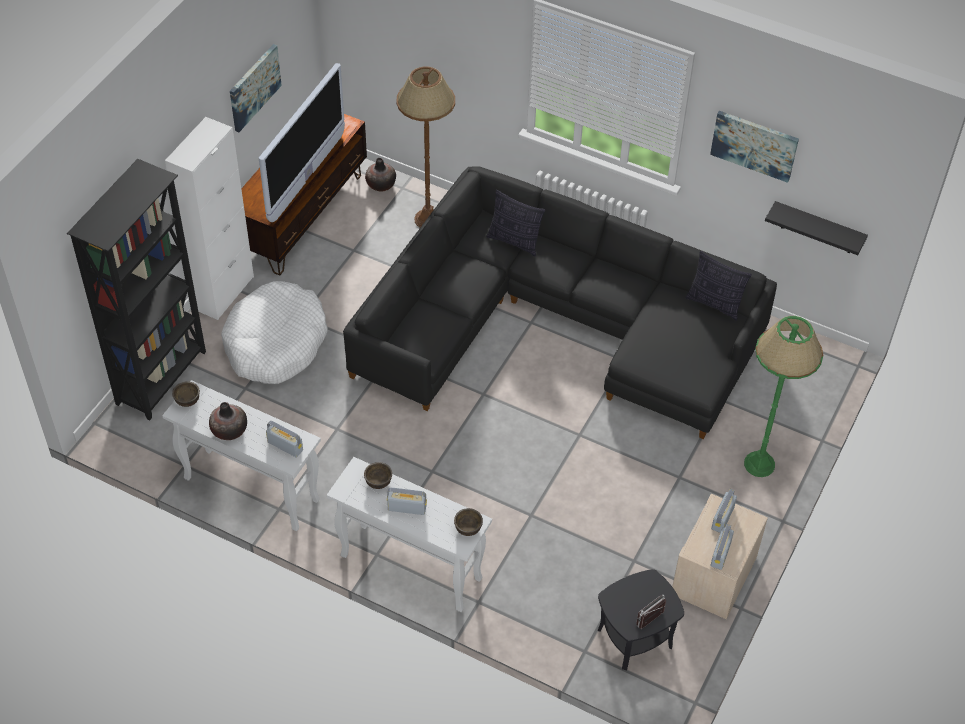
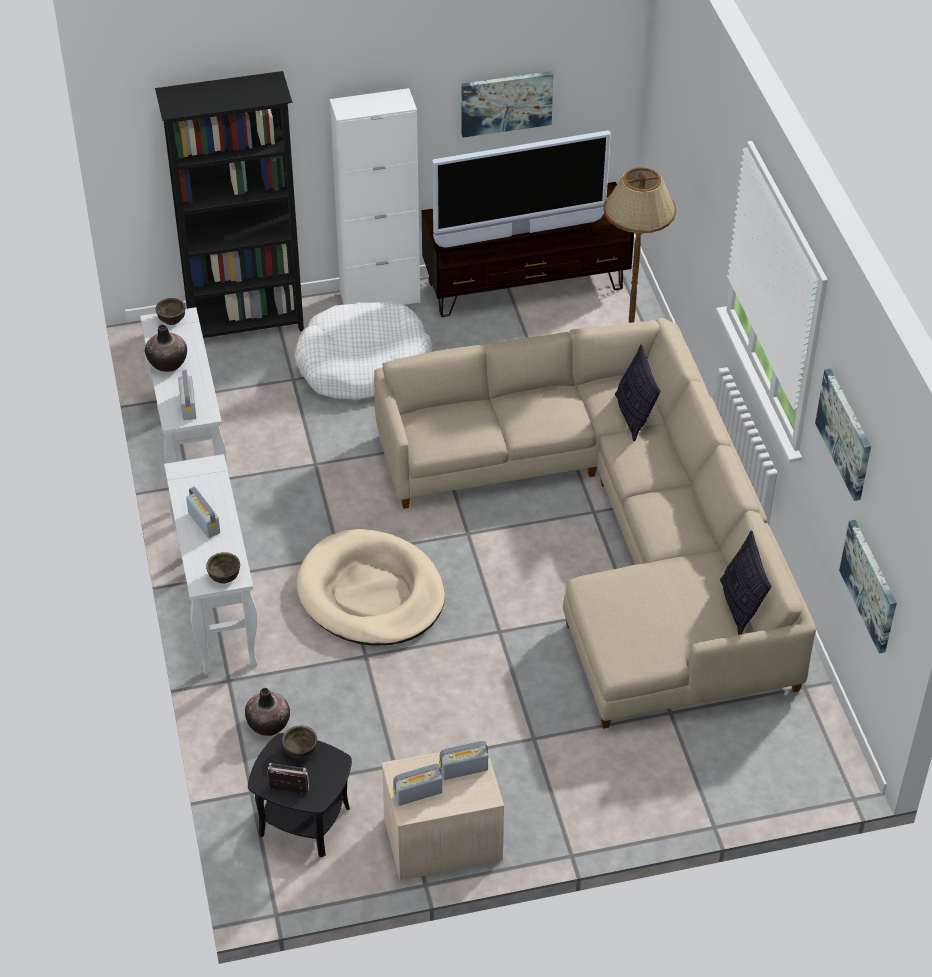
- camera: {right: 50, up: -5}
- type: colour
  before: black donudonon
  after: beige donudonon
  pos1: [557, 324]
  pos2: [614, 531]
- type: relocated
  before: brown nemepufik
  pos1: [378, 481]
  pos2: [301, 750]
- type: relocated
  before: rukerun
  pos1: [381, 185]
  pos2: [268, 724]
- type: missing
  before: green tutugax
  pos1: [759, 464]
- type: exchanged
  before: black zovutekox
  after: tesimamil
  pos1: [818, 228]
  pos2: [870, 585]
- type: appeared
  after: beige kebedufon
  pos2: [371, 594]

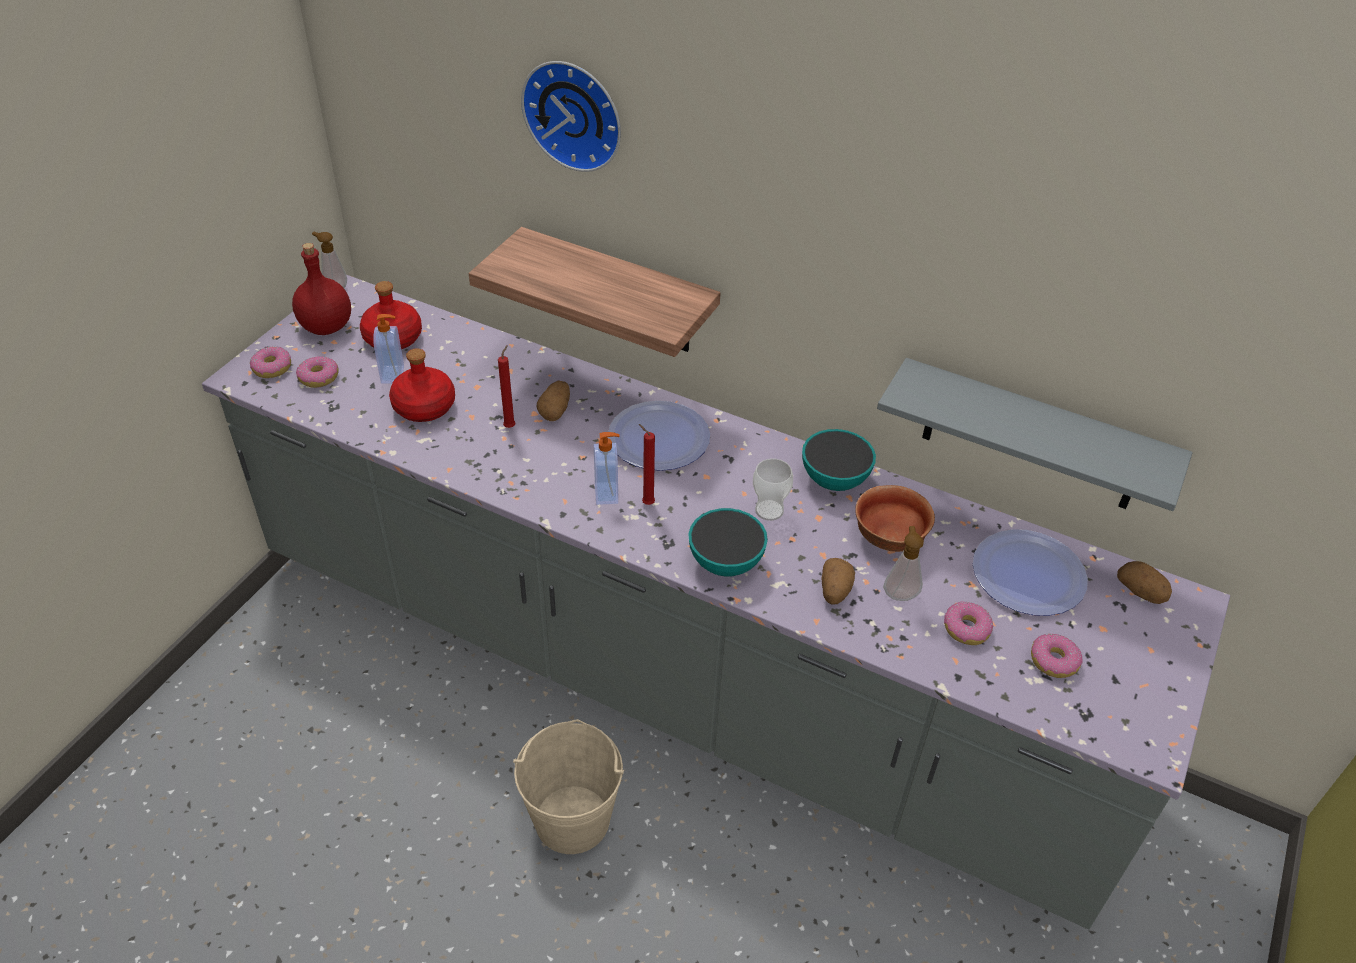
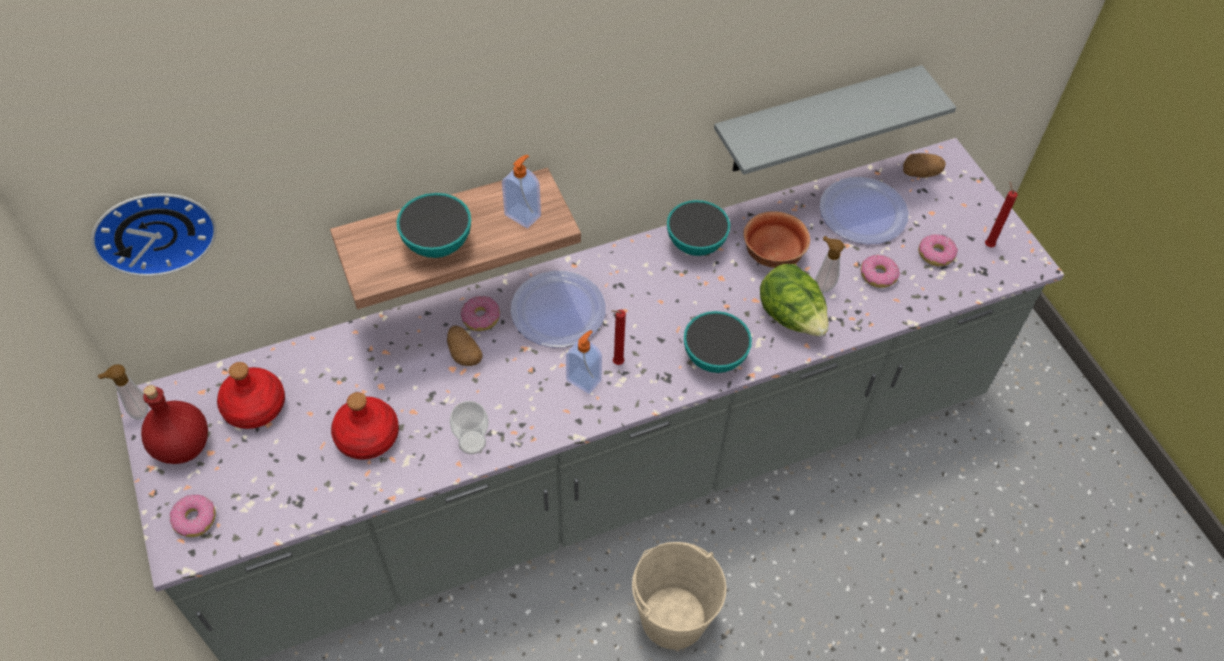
- camera: {right: -50, up: 10}
- type: relocated
  before: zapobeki
  pos1: [319, 377]
  pos2: [480, 317]
- type: relocated
  before: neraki
  pos1: [394, 374]
  pos2: [523, 215]
- type: relocated
  before: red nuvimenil
  pos1: [511, 426]
  pos2: [988, 244]
- type: relocated
  before: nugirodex
  pos1: [575, 113]
  pos2: [153, 228]
- type: relocated
  before: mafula
  pos1: [769, 510]
  pos2: [472, 442]
- type: exchanged
  before: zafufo
  after: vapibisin
  pos1: [834, 591]
  pos2: [791, 317]
- type: appeared
  after: nemepufik
  pos2: [437, 244]

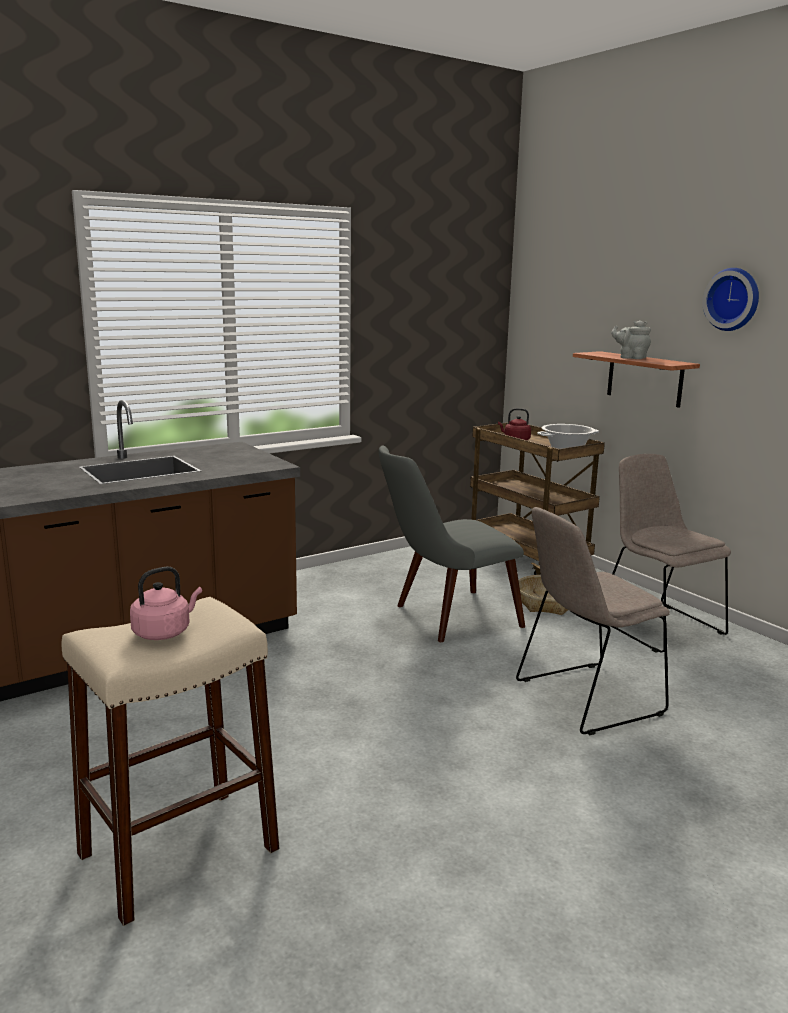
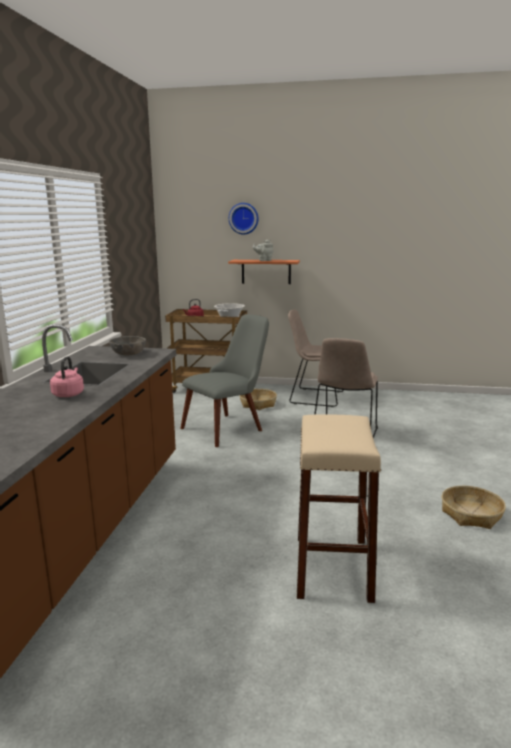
- camera: {right: -45, up: 0}
- type: relocated
  before: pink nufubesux
  pos1: [164, 632]
  pos2: [69, 394]
- type: spun
  before: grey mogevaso
  pos1: [444, 618]
  pos2: [229, 427]
  turn: -150
- type: relocated
  before: nugirodex
  pos1: [733, 299]
  pos2: [244, 218]
- type: appeared
  after: grey nemepufik
  pos2: [128, 354]
- type: appeared
  after: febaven
  pos2: [471, 514]

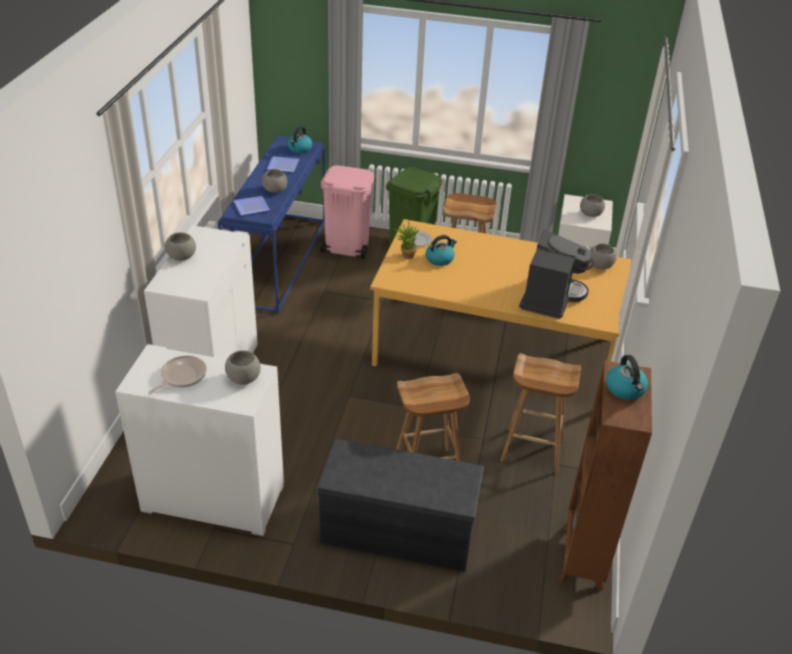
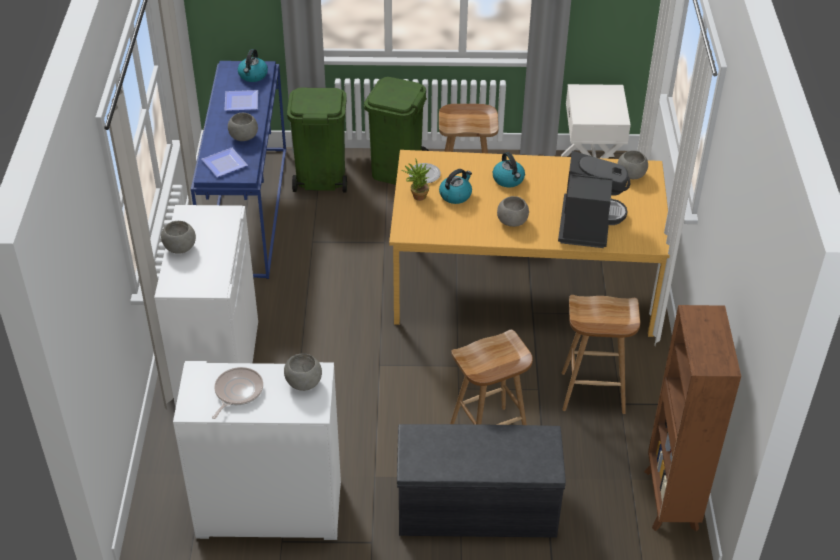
- camera: {right: -10, up: 5}
- type: colour
  before: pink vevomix
  after: green vevomix
  pos1: [346, 246]
  pos2: [320, 179]
- type: relocated
  before: grey nemepufik
  pos1: [590, 214]
  pos2: [512, 221]
- type: relocated
  before: nufubesux
  pos1: [625, 389]
  pos2: [508, 180]

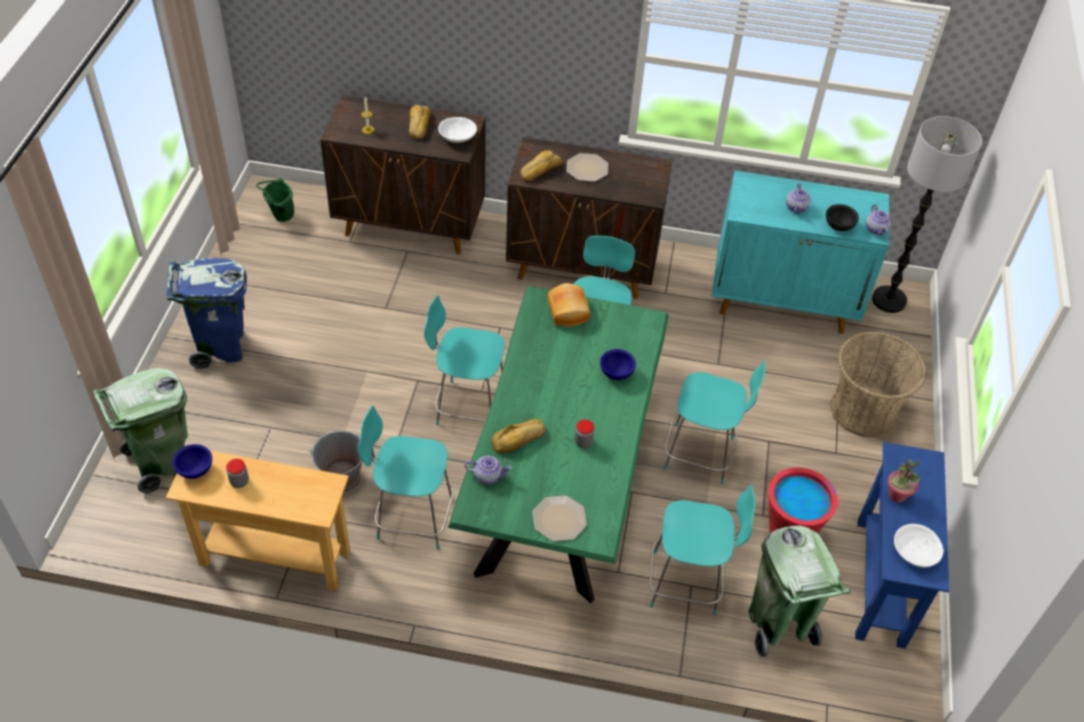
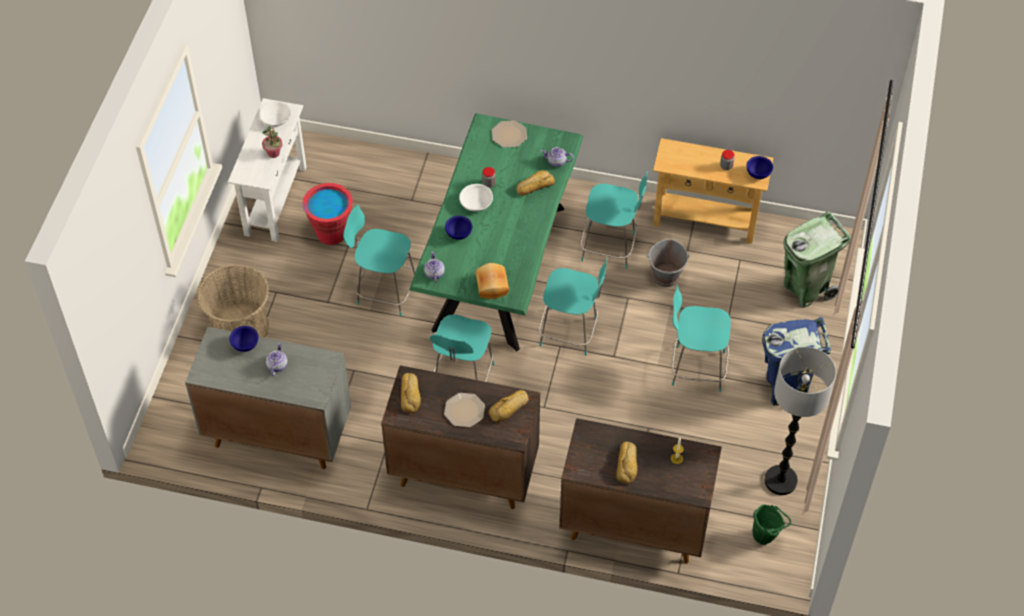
- camera: {right: -175, up: 5}
- type: relocated
  before: white nemepufik
  pos1: [457, 137]
  pos2: [476, 203]
- type: relocated
  before: turquoise mogevaso
  pos1: [687, 583]
  pos2: [695, 368]
- type: colour
  before: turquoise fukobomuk
  after: grey fukobomuk
  pos1: [784, 302]
  pos2: [277, 433]
- type: missing
  before: green vevomix
  pos1: [778, 625]
- type: colour
  before: black nemepufik
  after: blue nemepufik
  pos1: [838, 226]
  pos2: [245, 345]
- type: colour
  before: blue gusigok
  after: white gusigok
  pos1: [880, 581]
  pos2: [275, 200]
- type: relocated
  before: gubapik
  pos1: [876, 229]
  pos2: [434, 273]
- type: relocated
  before: tutugax
  pos1: [889, 300]
  pos2: [780, 480]
- type: appeared
  after: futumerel
  pos2: [411, 394]

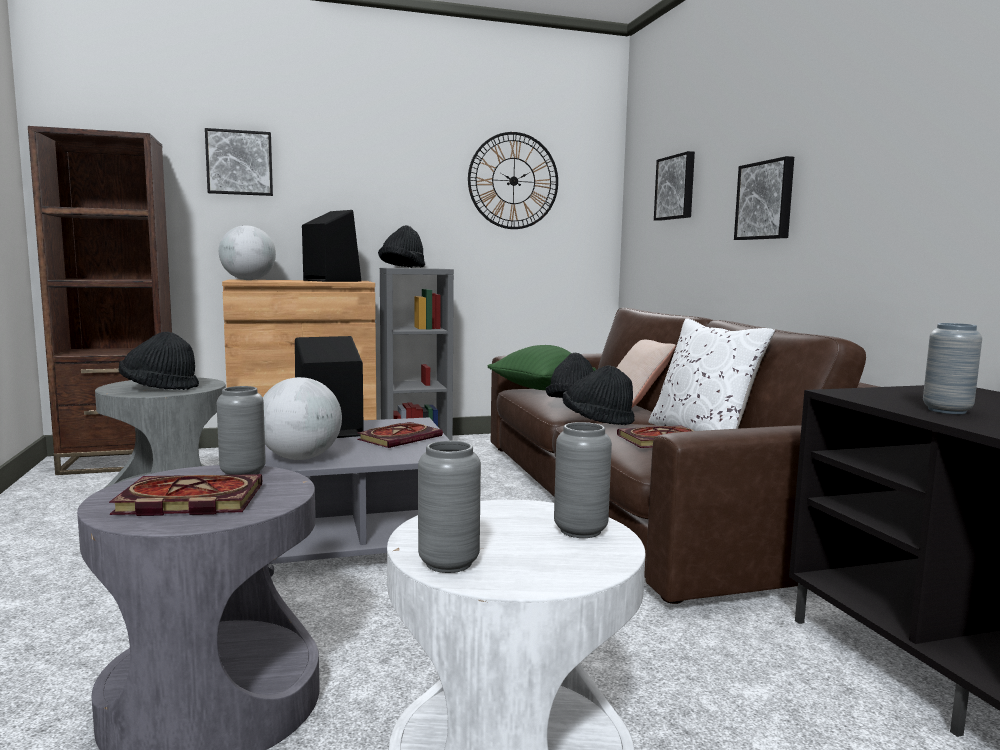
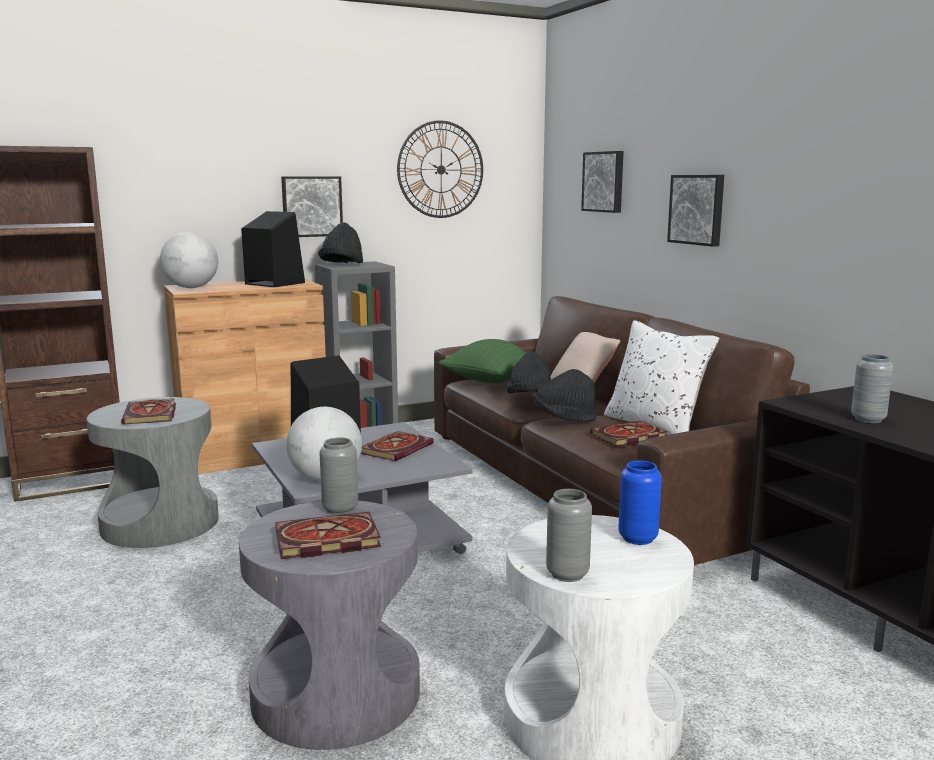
- camera: {right: -10, up: 5}
- type: exchanged
  before: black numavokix
  after: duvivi
  pos1: [159, 388]
  pos2: [151, 415]
- type: relocated
  before: tesimamil
  pos1: [239, 163]
  pos2: [311, 206]
- type: colour
  before: grey rukerun
  after: blue rukerun
  pos1: [580, 530]
  pos2: [637, 538]

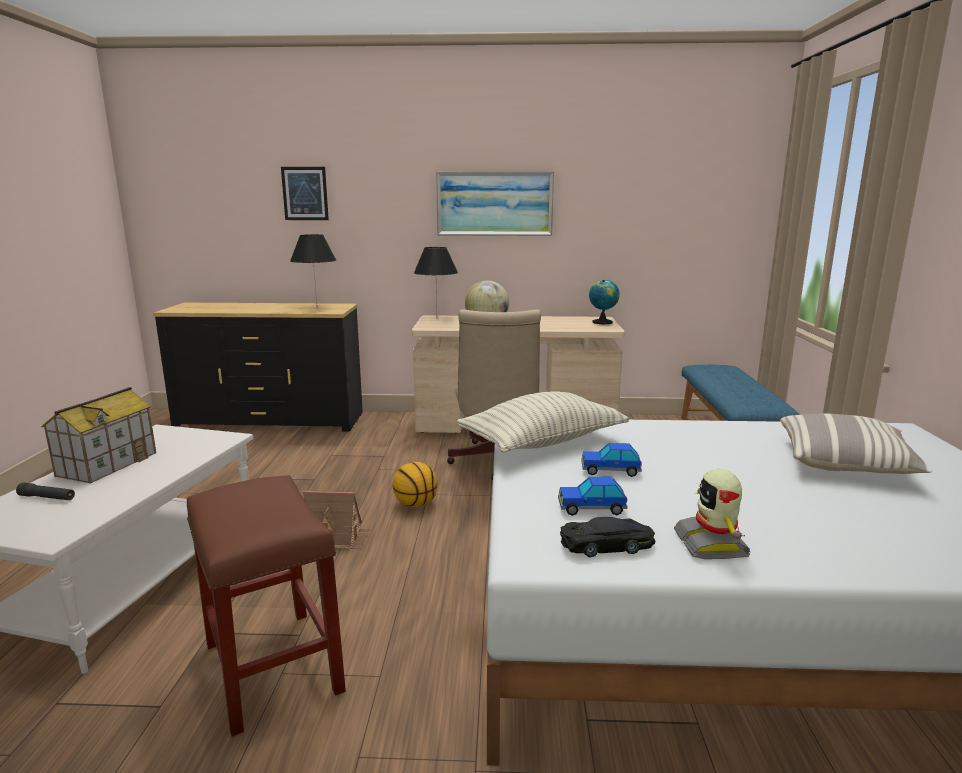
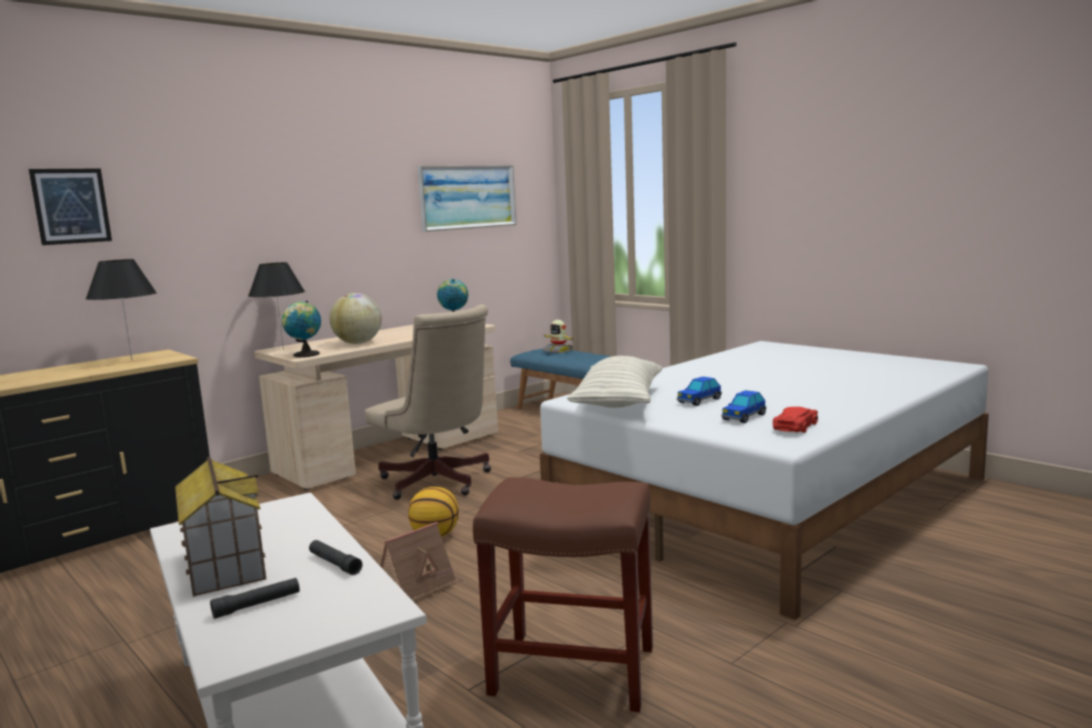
- camera: {right: -45, up: -5}
- type: relocated
  before: tesimamil
  pos1: [494, 203]
  pos2: [468, 197]
- type: colour
  before: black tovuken
  after: red tovuken
  pos1: [607, 544]
  pos2: [796, 426]
- type: relocated
  before: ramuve
  pos1: [712, 544]
  pos2: [558, 351]
- type: missing
  before: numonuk
  pos1: [845, 463]
- type: appeared
  after: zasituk
  pos2: [305, 355]
- type: appeared
  after: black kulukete
  pos2: [335, 564]

